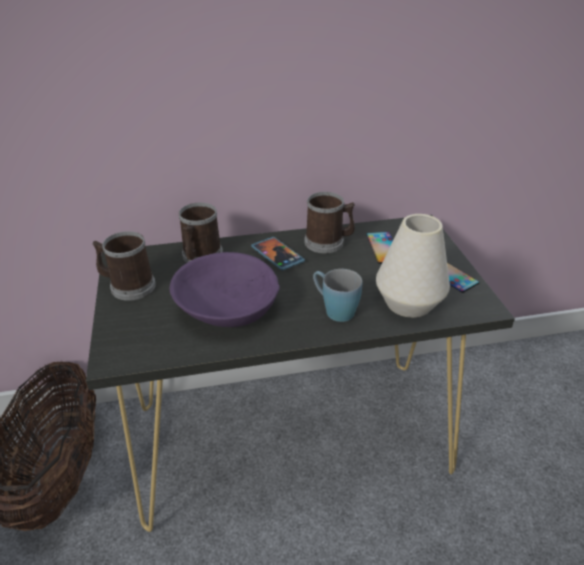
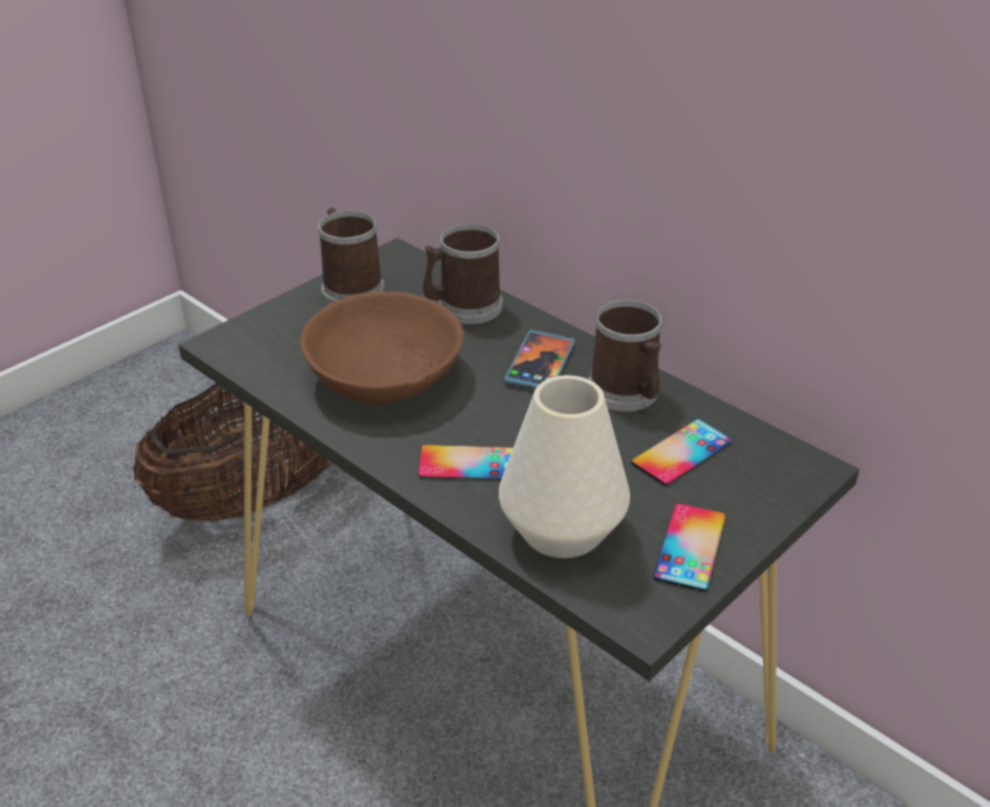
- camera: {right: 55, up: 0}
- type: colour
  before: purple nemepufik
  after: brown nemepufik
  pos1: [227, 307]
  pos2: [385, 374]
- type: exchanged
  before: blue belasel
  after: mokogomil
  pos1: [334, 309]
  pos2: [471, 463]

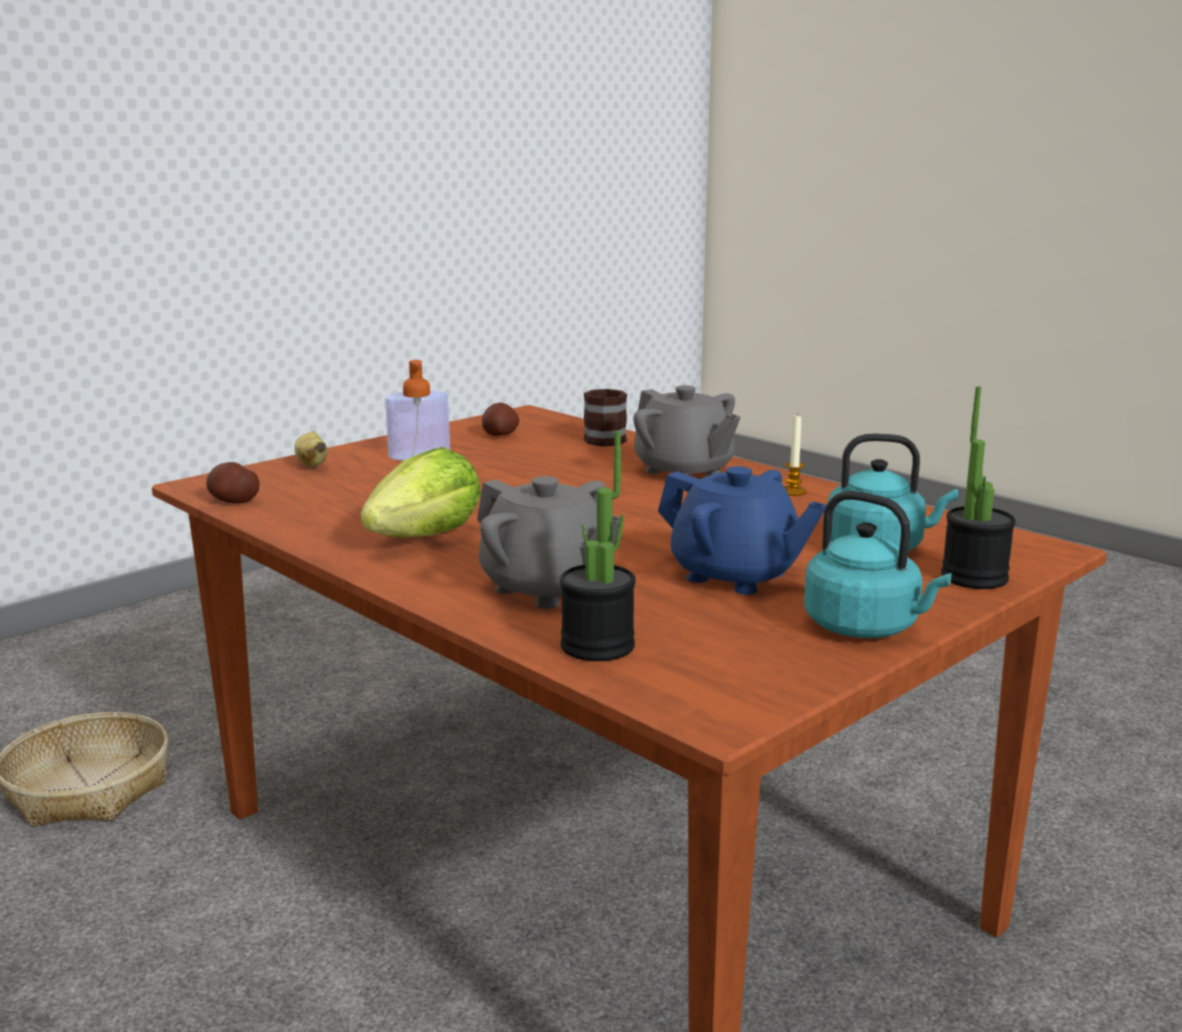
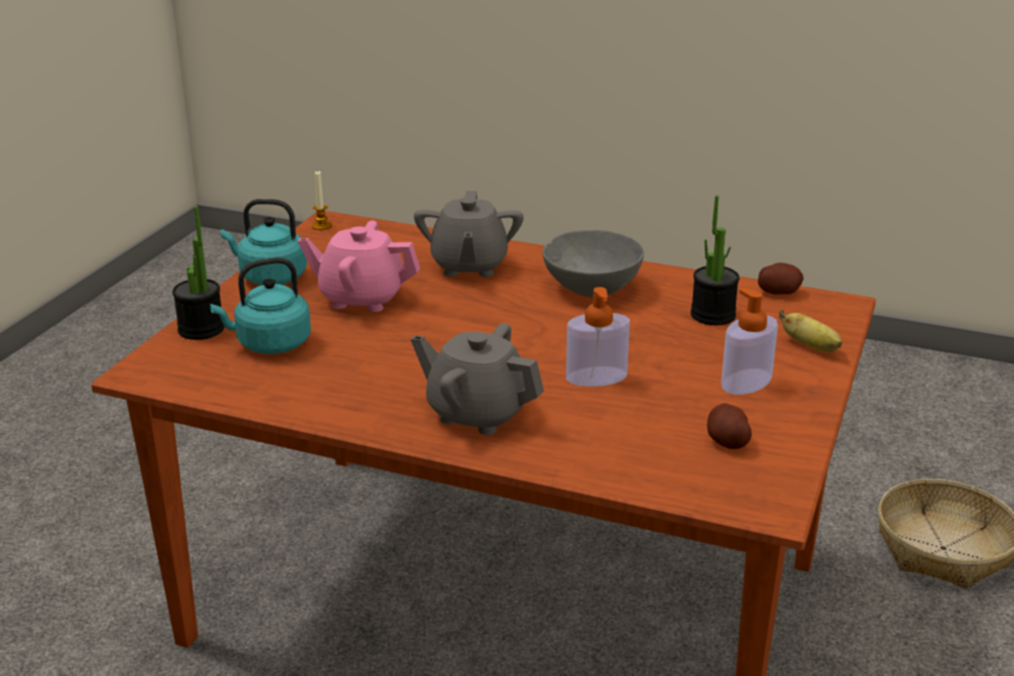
- camera: {right: 155, up: 10}
- type: exchanged
  before: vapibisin
  after: grey nemepufik
  pos1: [426, 538]
  pos2: [591, 288]
- type: spun
  before: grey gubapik
  pos1: [547, 589]
  pos2: [469, 266]
  turn: -105
- type: relocated
  before: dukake
  pos1: [597, 646]
  pos2: [713, 315]
- type: missing
  before: belasel
  pos1: [606, 438]
- type: colour
  before: blue gubapik
  after: pink gubapik
  pos1: [735, 576]
  pos2: [361, 298]
- type: relocated
  before: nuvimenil
  pos1: [793, 491]
  pos2: [321, 226]
- type: appeared
  after: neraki
  pos2: [596, 377]

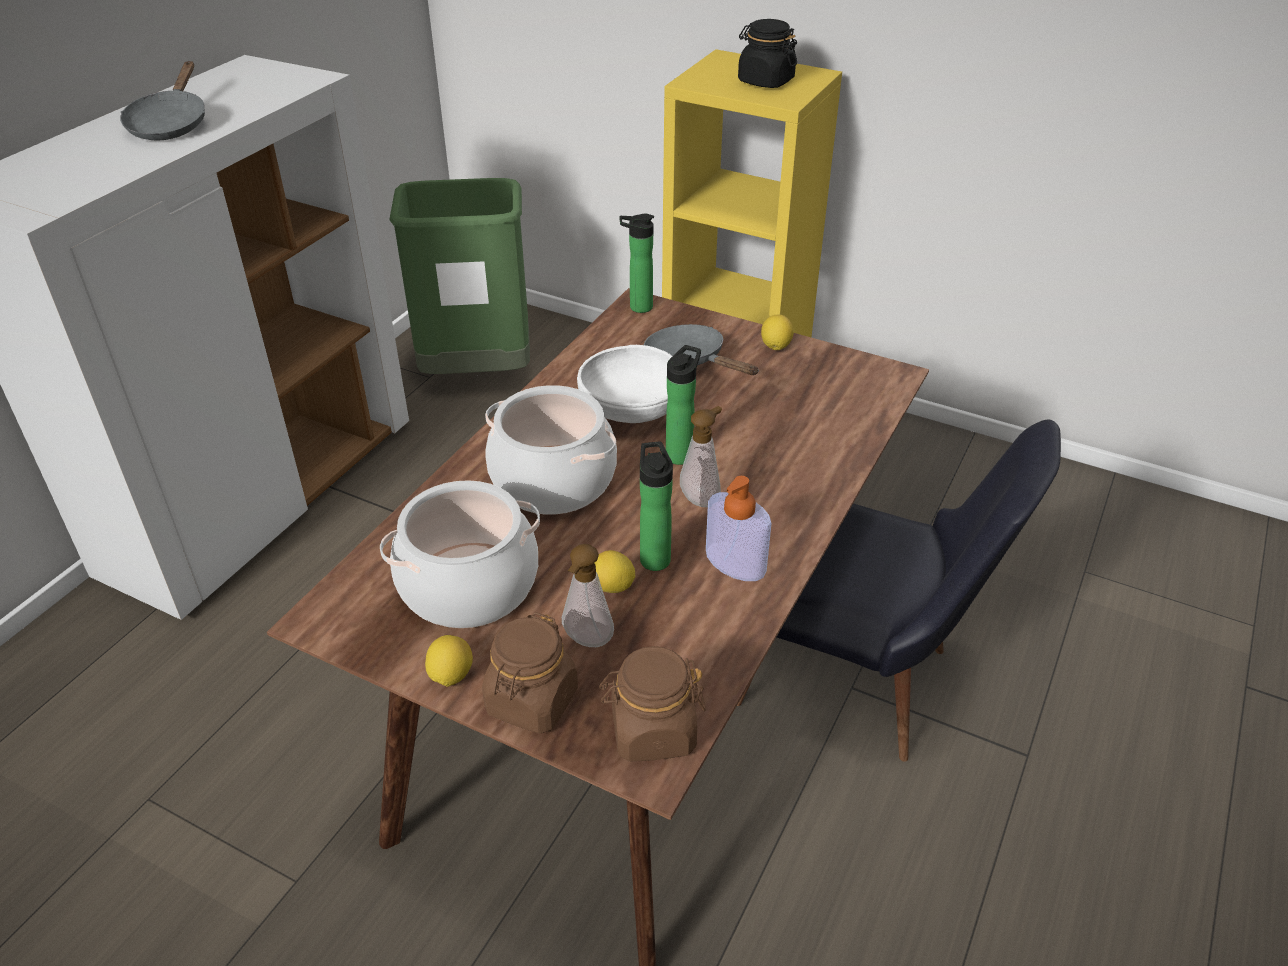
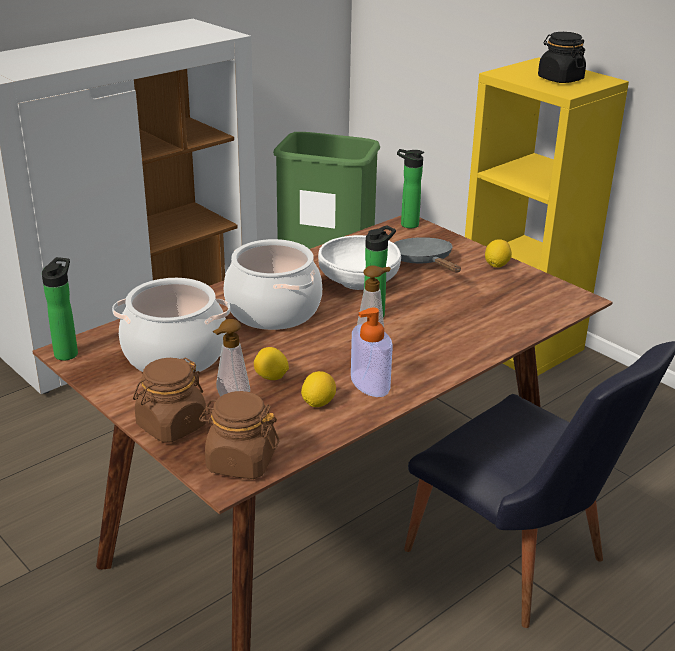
- camera: {right: 20, up: -10}
- type: missing
  before: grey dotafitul
  pos1: [170, 124]
- type: relocated
  before: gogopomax
  pos1: [451, 675]
  pos2: [318, 403]
- type: relocated
  before: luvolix
  pos1: [654, 557]
  pos2: [67, 352]

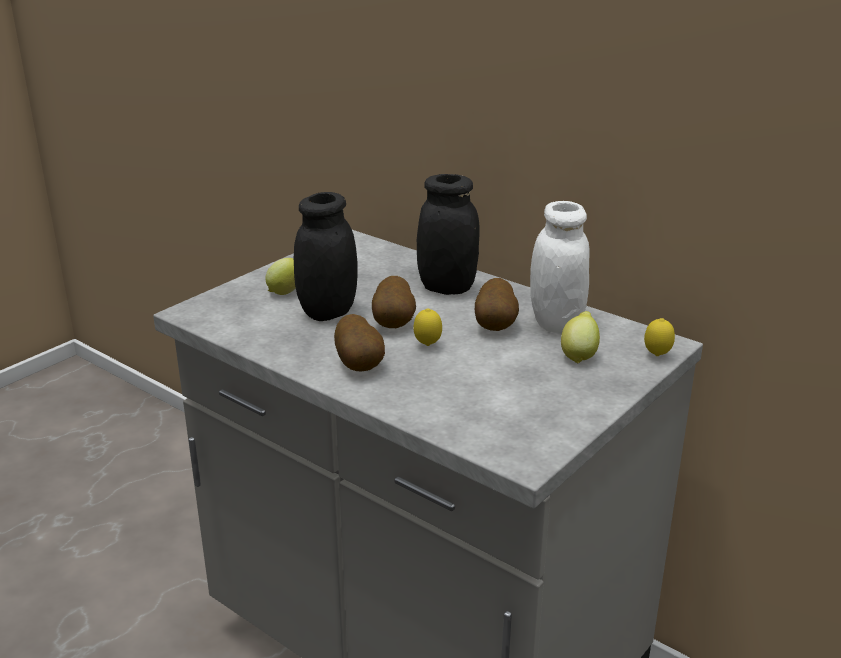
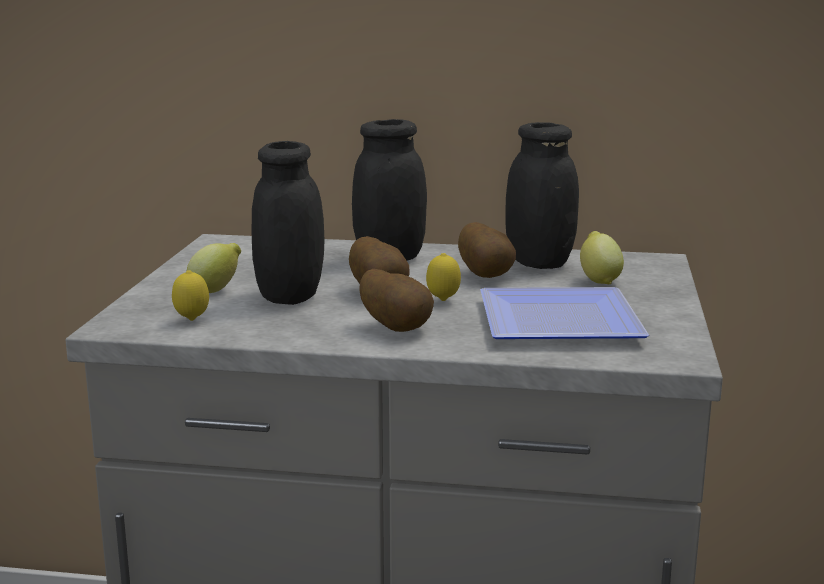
- camera: {right: -30, up: -10}
- type: colour
  before: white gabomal
  after: black gabomal
  pos1: [556, 322]
  pos2: [539, 263]
- type: relocated
  before: gogopomax
  pos1: [657, 356]
  pos2: [192, 320]
- type: appeared
  after: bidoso
  pos2: [565, 323]

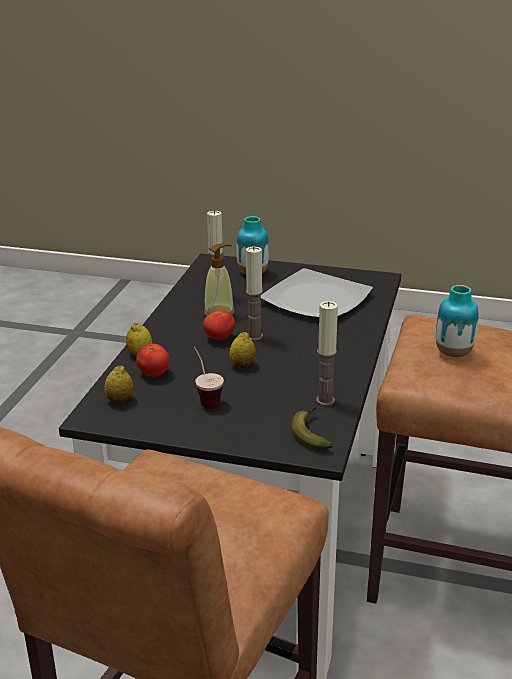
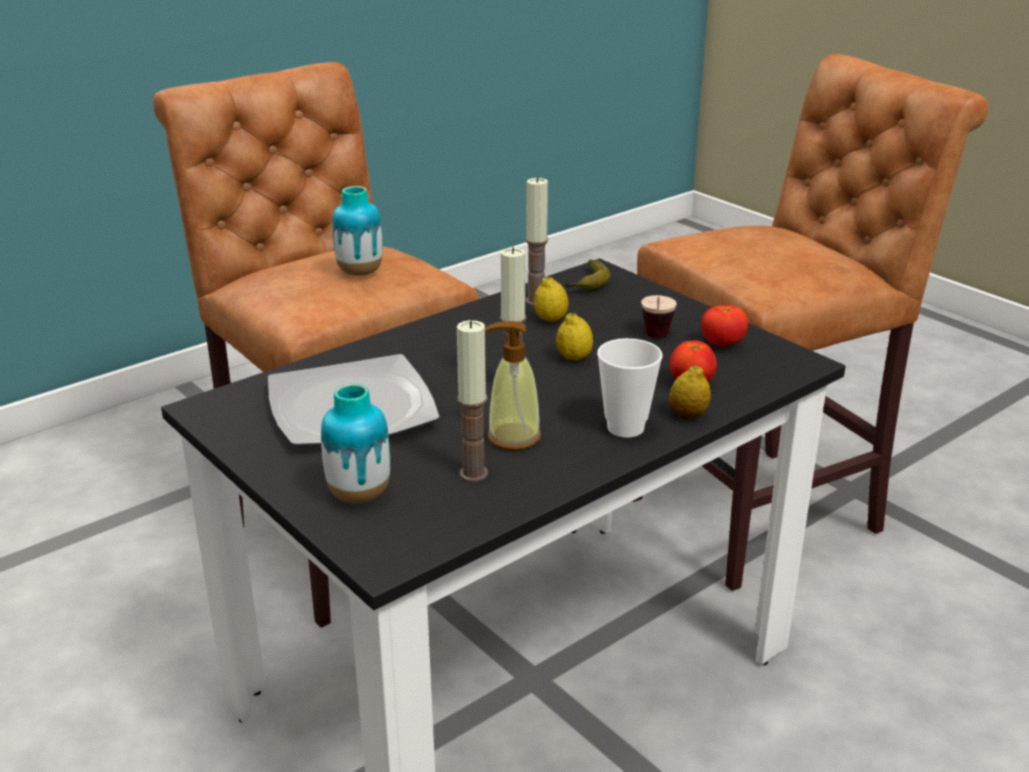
- camera: {right: -145, up: 0}
- type: relocated
  before: gogopomax
  pos1: [120, 400]
  pos2: [550, 320]
- type: relocated
  before: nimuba
  pos1: [219, 338]
  pos2: [722, 344]
- type: appeared
  after: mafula
  pos2: [625, 427]

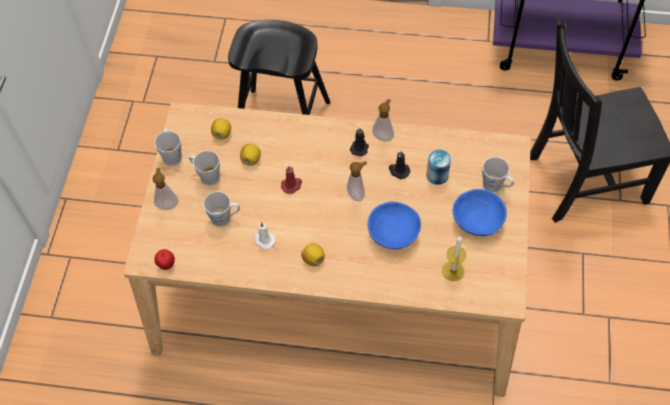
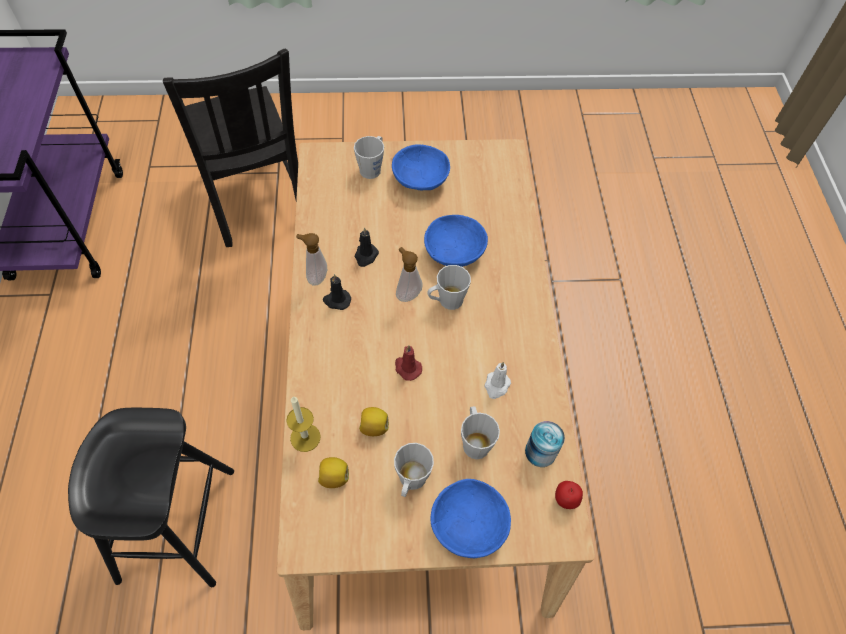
- camera: {right: -105, up: 0}
- type: exchanged
  before: neraki
  after: blue nemepufik
  pos1: [167, 204]
  pos2: [469, 525]
- type: relocated
  before: grey belasel
  pos1: [171, 154]
  pos2: [446, 301]
- type: missing
  before: gogopomax
  pos1: [313, 259]
- type: relocated
  before: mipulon
  pos1: [437, 175]
  pos2: [540, 452]
- type: relocated
  before: nuvimenil
  pos1: [453, 271]
  pos2: [305, 437]

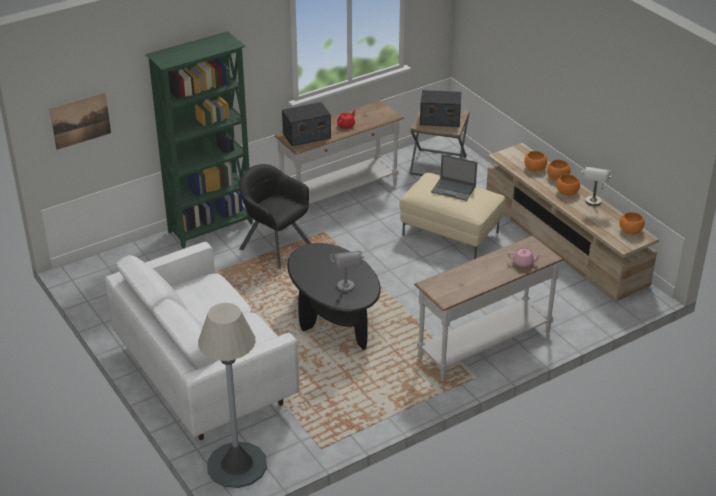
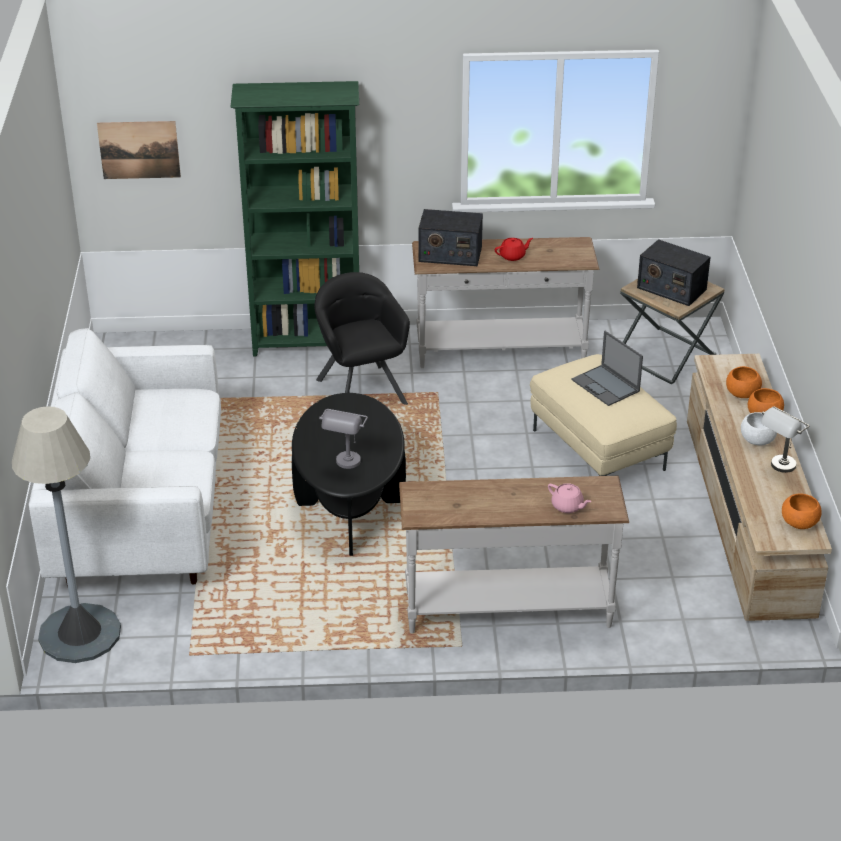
- camera: {right: 30, up: 0}
- type: colour
  before: orange nemepufik
  after: white nemepufik
  pos1: [567, 192]
  pos2: [757, 440]

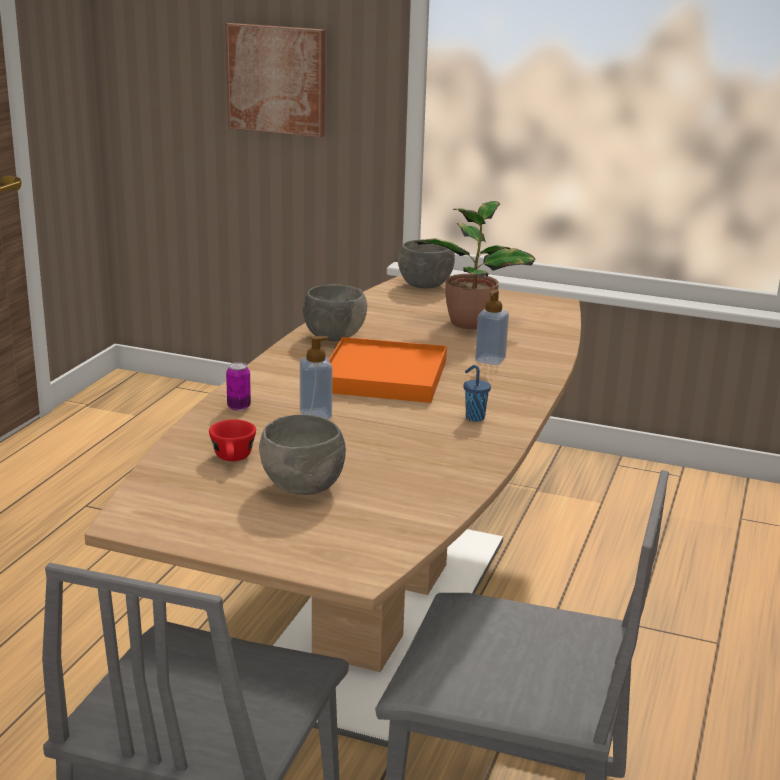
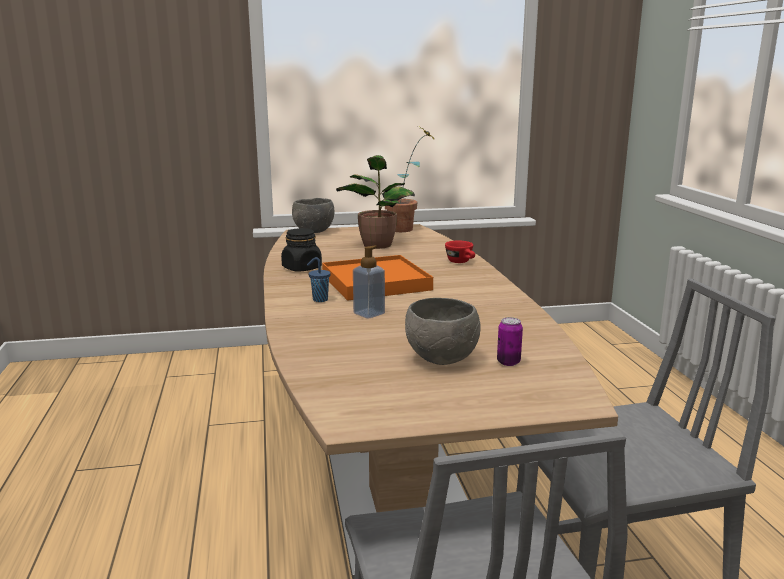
- camera: {right: -30, up: -5}
- type: relocated
  before: red mafula
  pos1: [233, 459]
  pos2: [461, 262]
- type: missing
  before: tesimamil
  pos1: [277, 79]
- type: relocated
  before: mipulon
  pos1: [239, 407]
  pos2: [508, 362]
- type: exchanged
  before: grey nemepufik
  after: black gabomal
  pos1: [334, 337]
  pos2: [302, 268]
- type: relocated
  before: blue mafula
  pos1: [474, 417]
  pos2: [319, 300]
- type: missing
  before: neraki
  pos1: [490, 360]
- type: appeared
  after: dukake
  pos2: [408, 229]

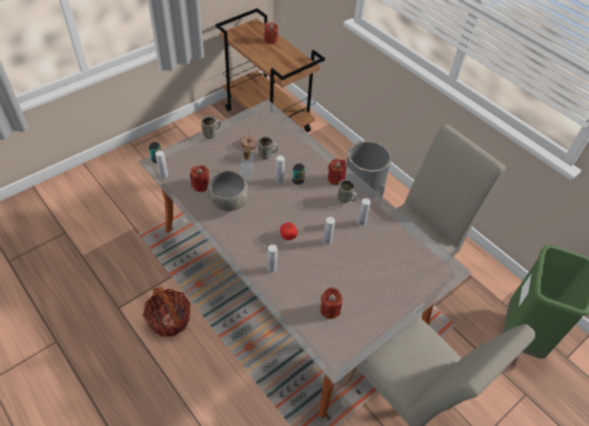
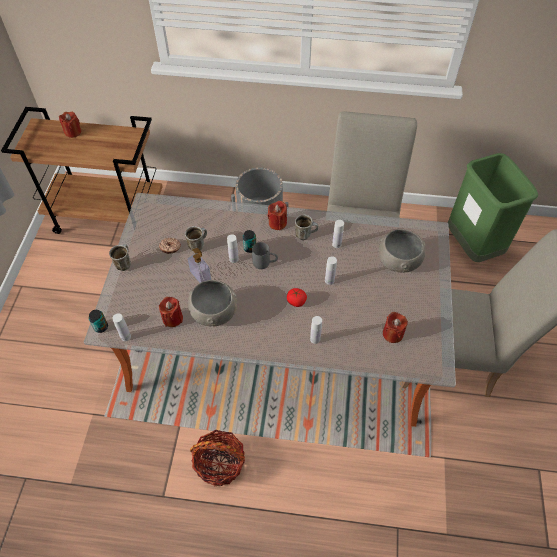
- camera: {right: -40, up: 5}
- type: appeared
  after: grey belasel
  pos2: [265, 263]
- type: appeared
  after: grey nemepufik
  pos2: [398, 260]

